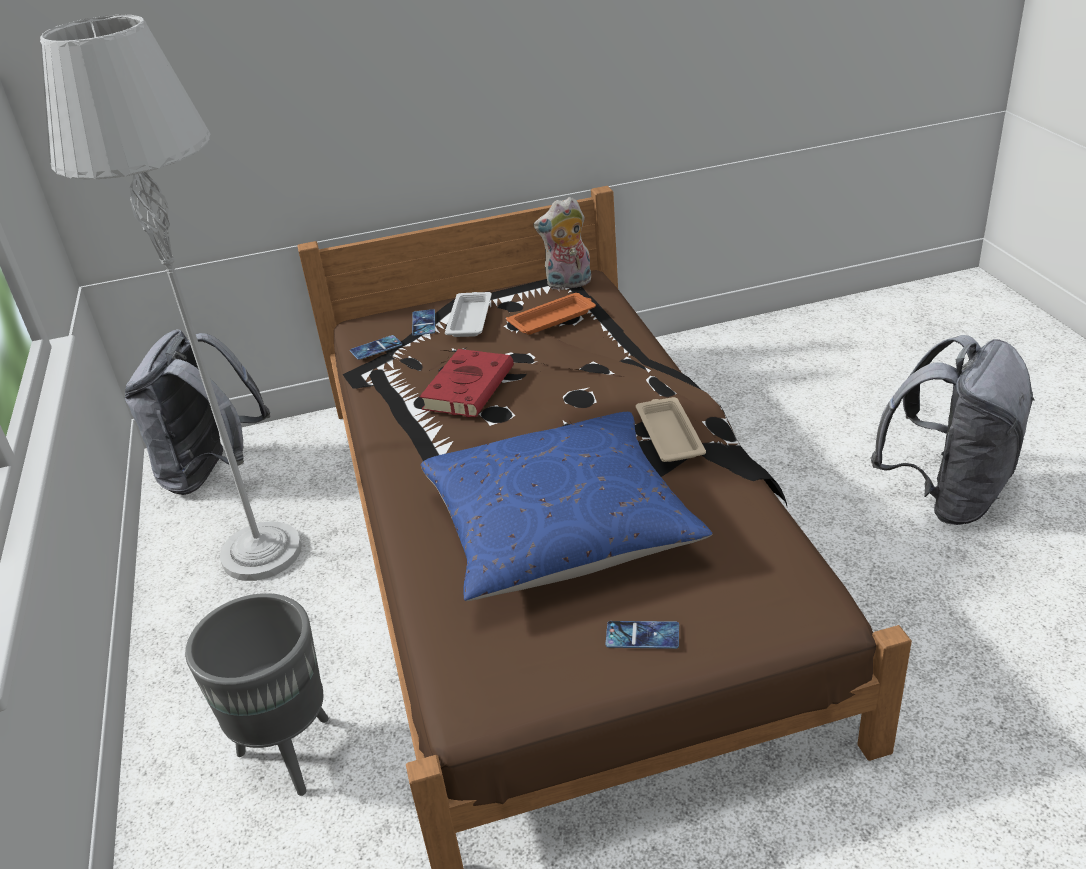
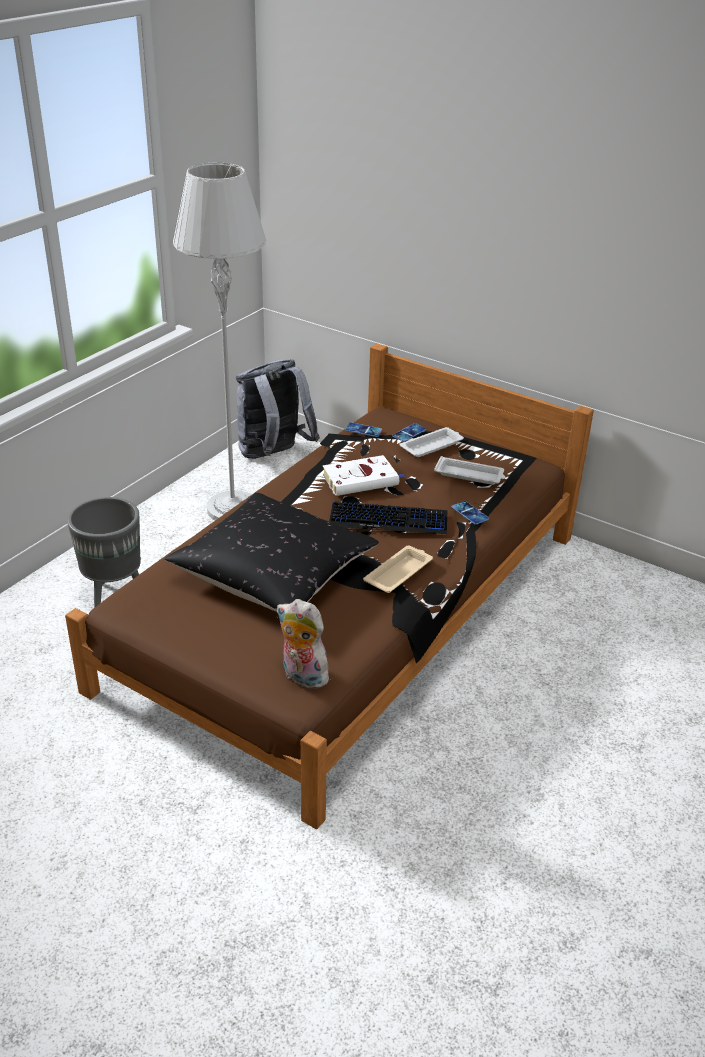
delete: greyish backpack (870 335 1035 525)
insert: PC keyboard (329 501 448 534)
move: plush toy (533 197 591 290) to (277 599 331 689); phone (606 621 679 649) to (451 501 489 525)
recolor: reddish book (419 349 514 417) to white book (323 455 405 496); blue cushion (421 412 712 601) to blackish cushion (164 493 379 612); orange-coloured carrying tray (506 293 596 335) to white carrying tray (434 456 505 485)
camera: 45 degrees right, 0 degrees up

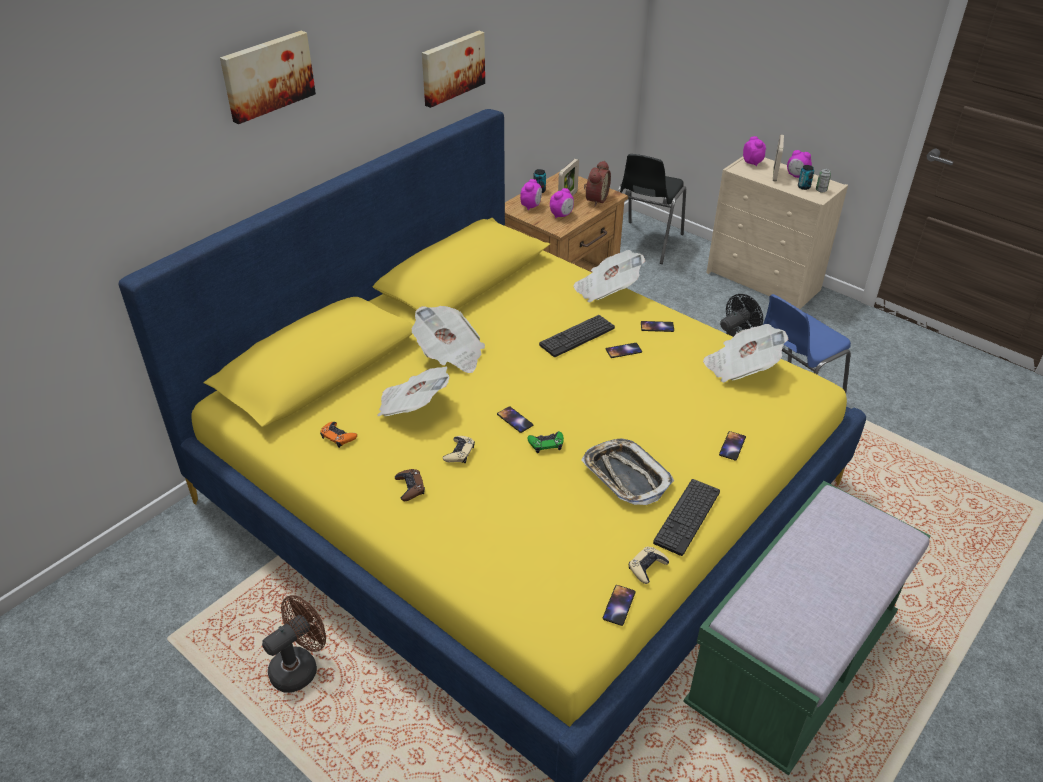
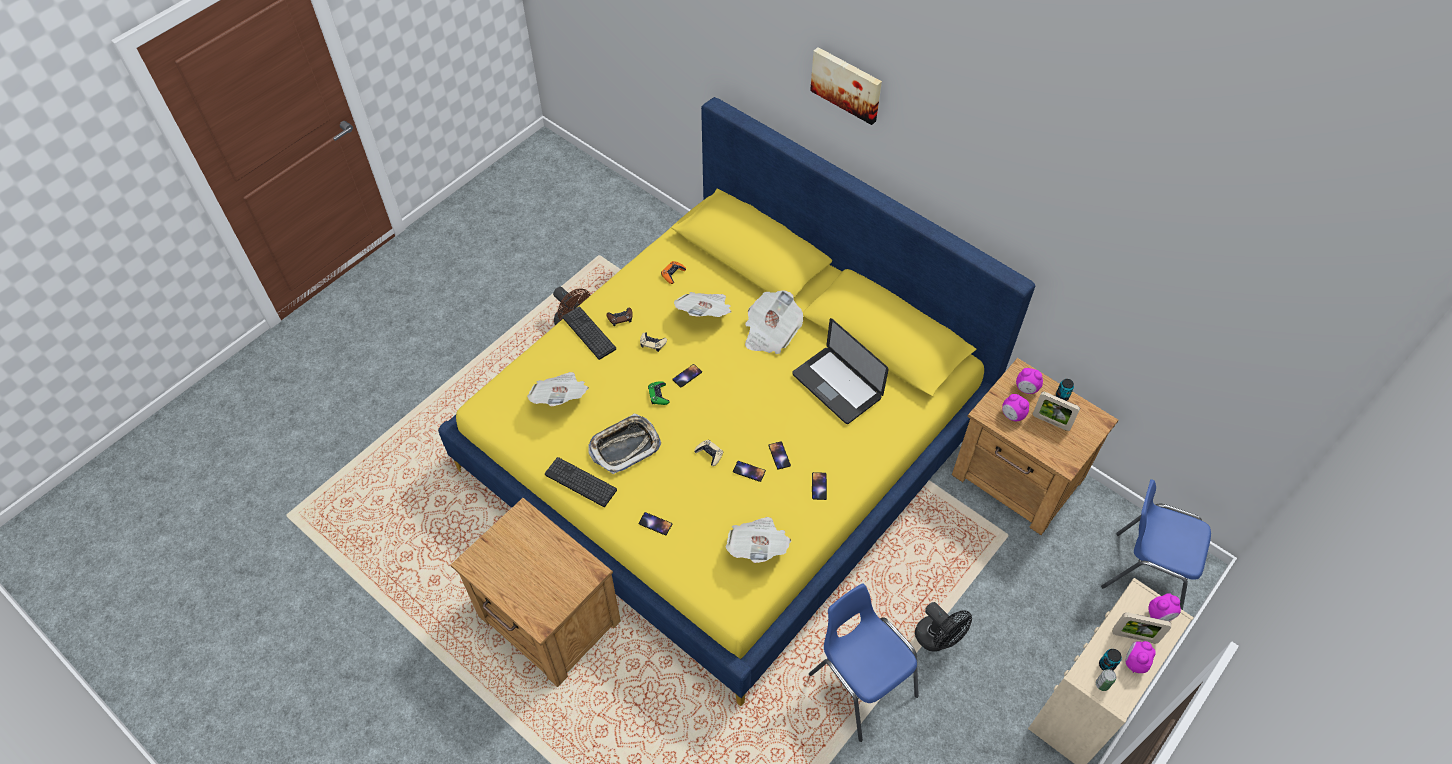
delete: wall art (422 31 485 108); bedside clock (584 160 611 207)
insert: notebook computer (792 318 889 424)
move: PC keyboard (539 315 615 357) to (562 307 616 360); newspaper (573 250 645 303) to (527 372 589 406); phone (603 585 636 626) to (733 461 766 482); beige gamepad (629 547 669 584) to (694 440 723 466)
replace: green-coloured indoor bench (683 481 930 775) to brown-coloured nightstand (451 498 621 687)
recolor: blackish upright chair (618 154 686 264) to blue upright chair (1101 479 1211 610)
camera: 90 degrees right, 15 degrees up

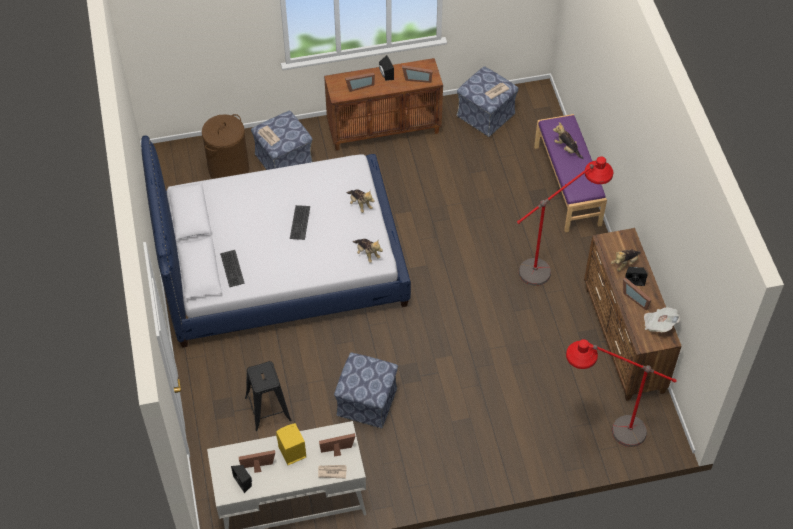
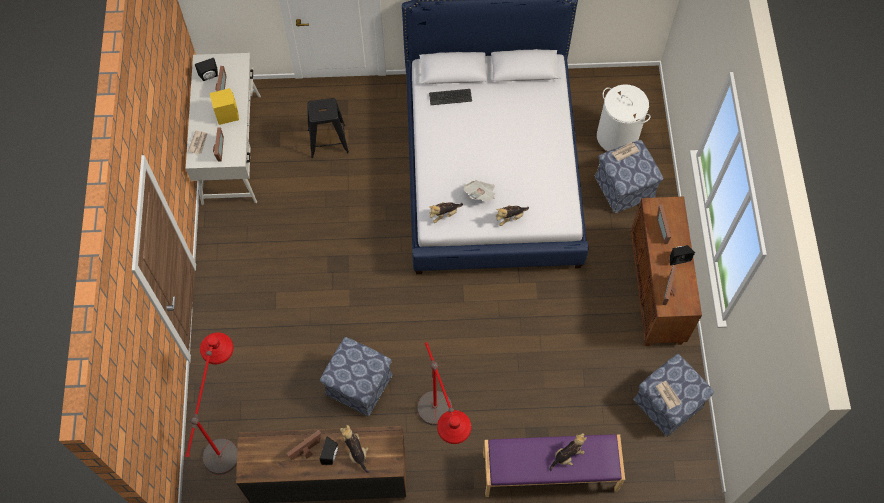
delete: PC keyboard (290 205 310 240)
move: ottoman (334 353 398 429) to (320 337 393 417); newspaper (644 307 680 332) to (464 180 495 201)
recolor: brown-coloured hamper (202 114 249 179) to white hamper (597 84 651 151)
camera: 100 degrees right, 10 degrees up

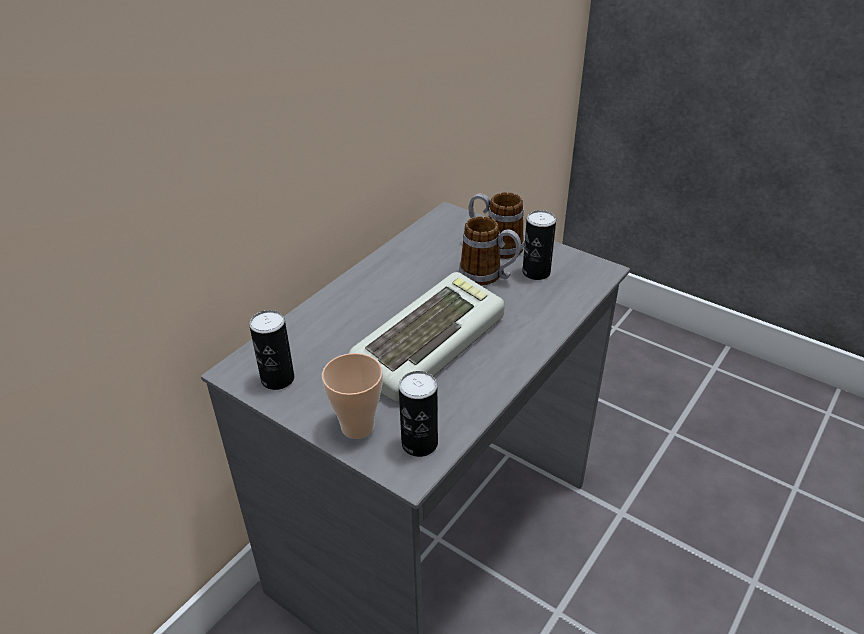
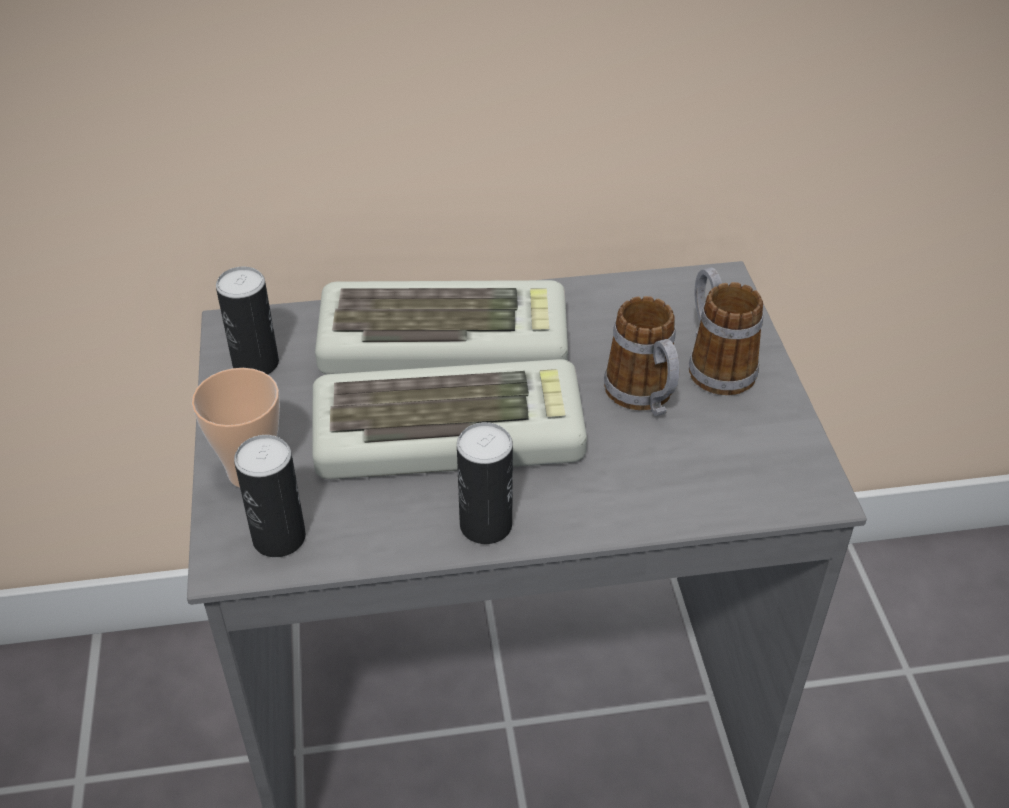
insert: PC keyboard (315 280 568 375)
move: metal can (522 210 556 280) to (457 422 513 544)
camera: 45 degrees right, 5 degrees up

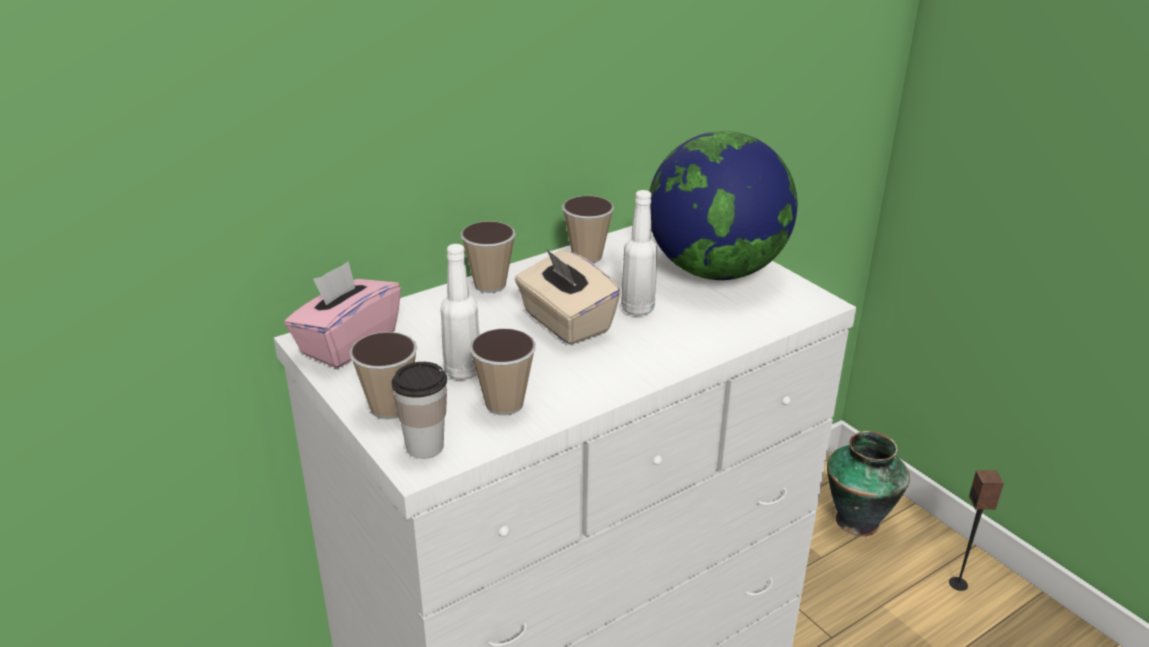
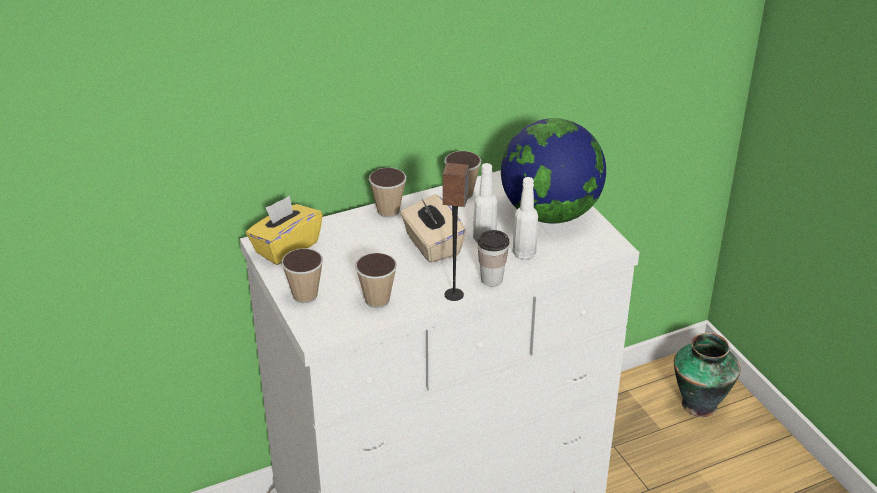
move: cup (391 362 447 459) to (477 230 509 286); white drink bottle (440 244 480 380) to (513 177 538 260); loudspeaker (949 470 1004 591) to (443 163 469 301)
recolor: pink-coloured tissue holder (284 261 401 368) to yellow tissue holder (246 195 323 265)
camera: 10 degrees right, 5 degrees up

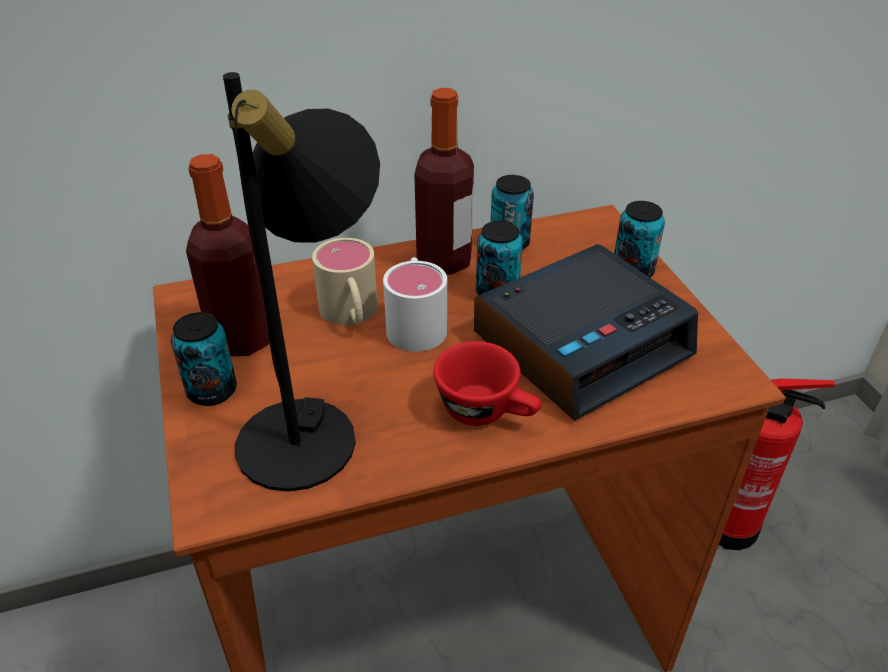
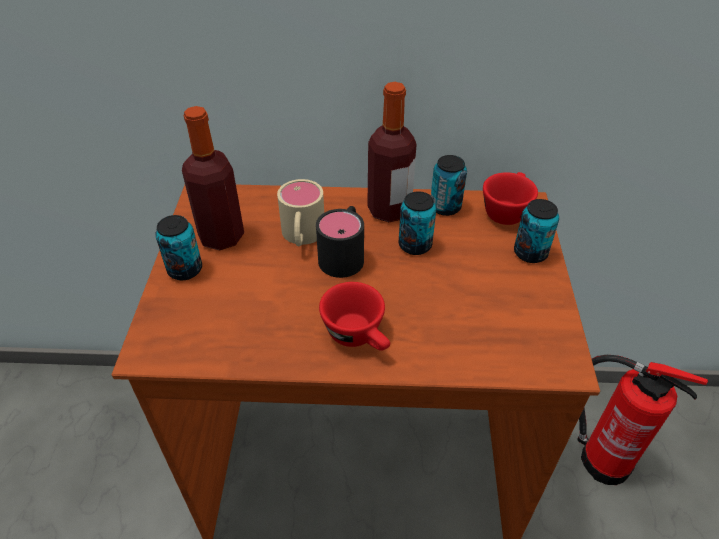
delete: blackish tabletop lamp (223 72 380 492); bedside clock (474 244 698 421)
insert: reddish cup (483 172 538 225)
recolor: white coffee mug (383 257 447 352) to blackish coffee mug (316 206 364 278)
camera: 20 degrees right, 5 degrees up

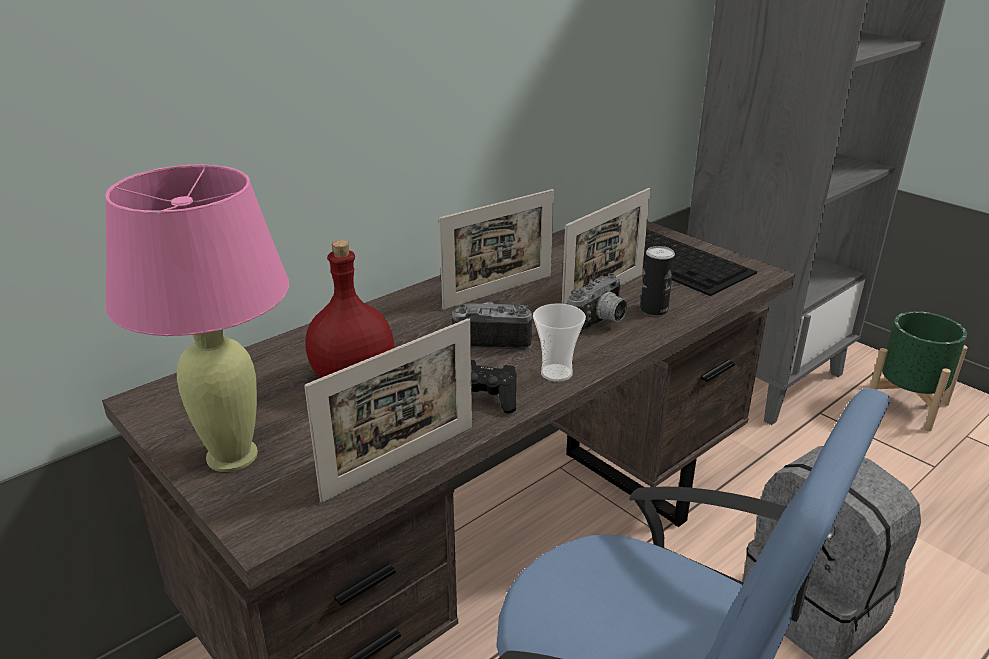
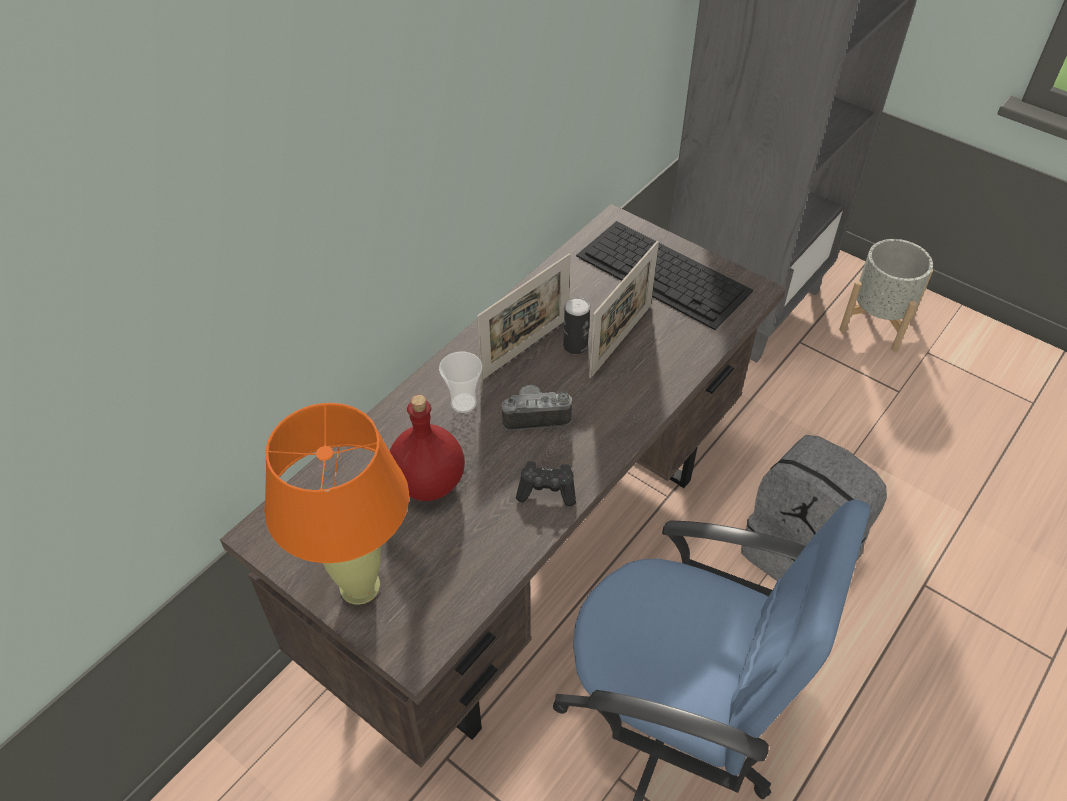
delete: photo frame (304 318 472 503); photo camera (568 273 628 335)
move: cup (533 303 586 382) to (439 352 482 413); metal can (640 246 675 316) to (563 297 590 354)
recolor: pink-coloured tabletop lamp (105 164 289 472) to orange-coloured tabletop lamp (264 403 409 605); green-coloured plant pot (870 311 968 432) to greyish plant pot (839 239 933 352)
camera: 10 degrees left, 20 degrees up

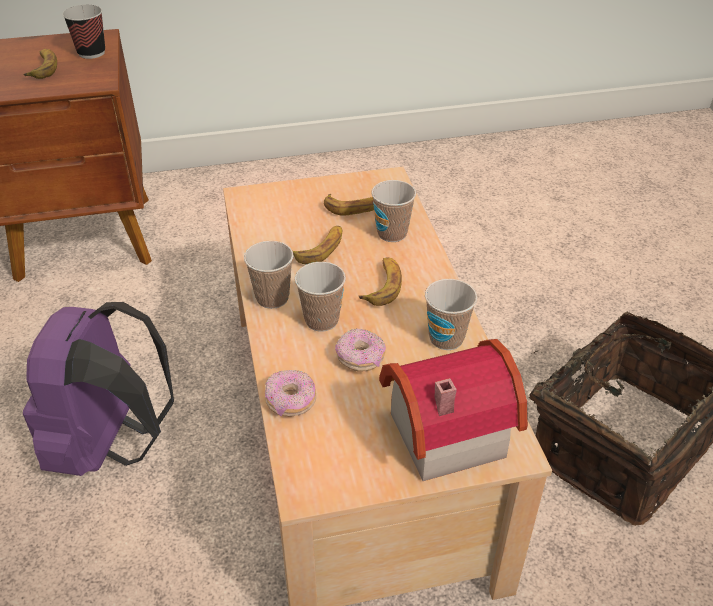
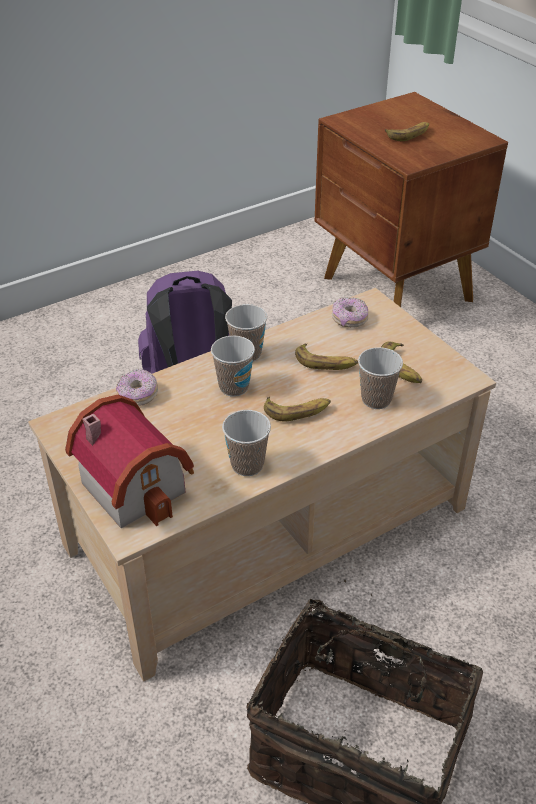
delete: cup (62 4 105 59)
move: ring doughnut (335 328 386 372) to (332 297 368 328)
camera: 70 degrees right, 0 degrees up

